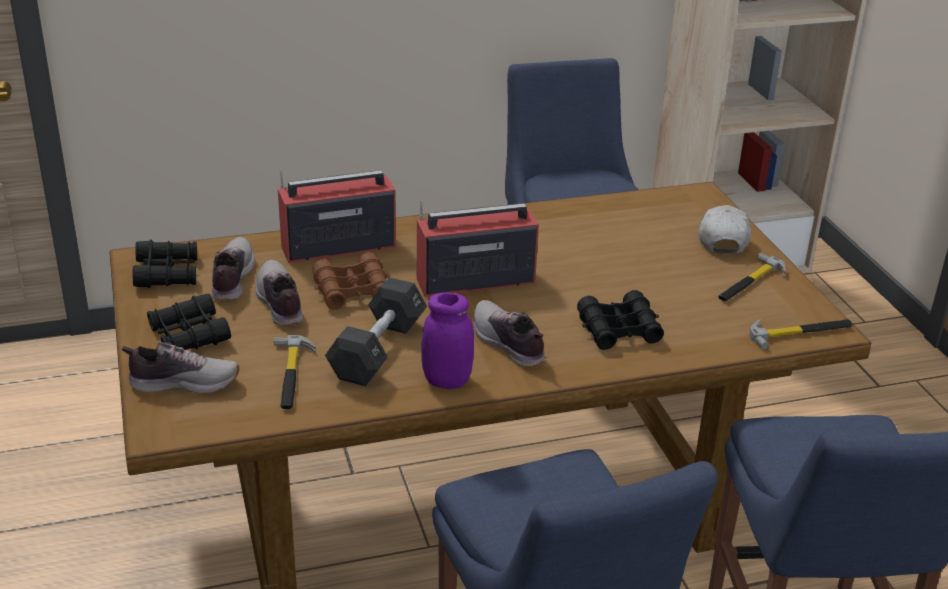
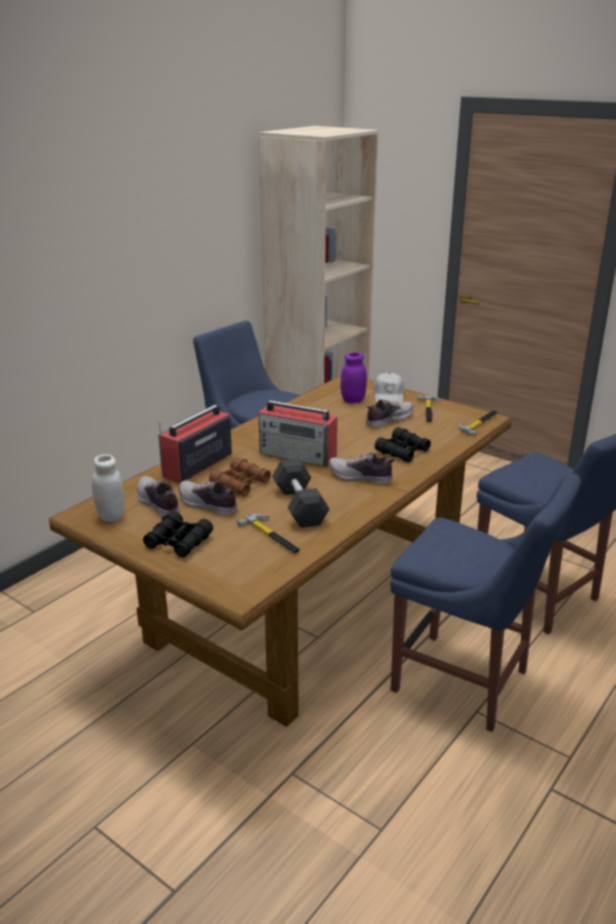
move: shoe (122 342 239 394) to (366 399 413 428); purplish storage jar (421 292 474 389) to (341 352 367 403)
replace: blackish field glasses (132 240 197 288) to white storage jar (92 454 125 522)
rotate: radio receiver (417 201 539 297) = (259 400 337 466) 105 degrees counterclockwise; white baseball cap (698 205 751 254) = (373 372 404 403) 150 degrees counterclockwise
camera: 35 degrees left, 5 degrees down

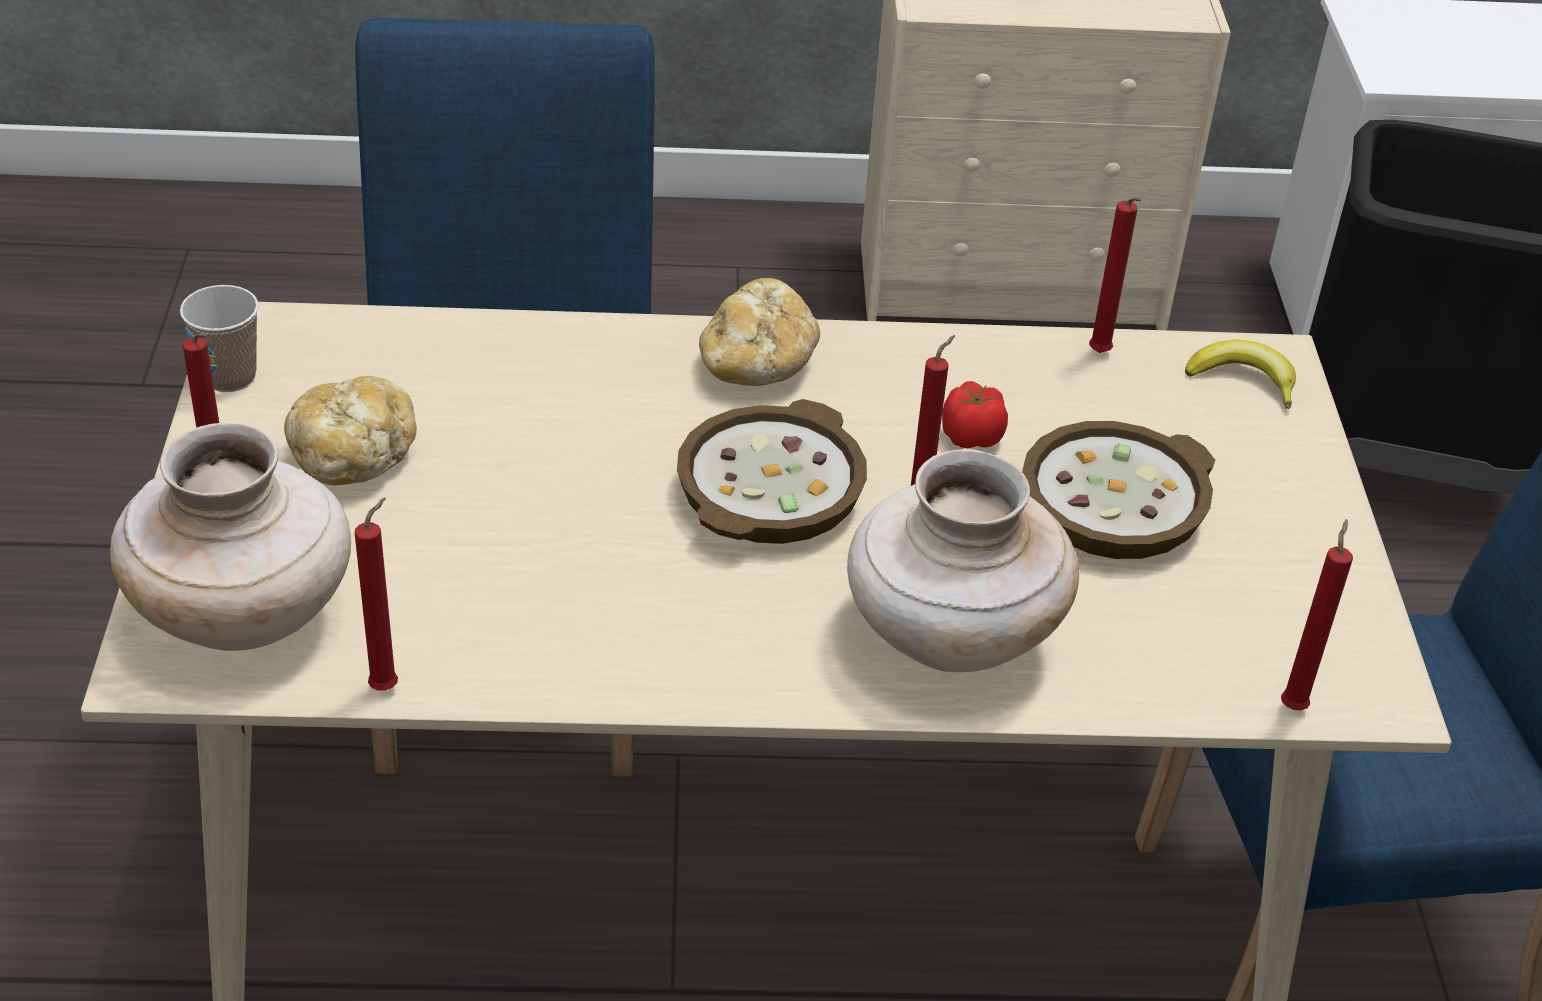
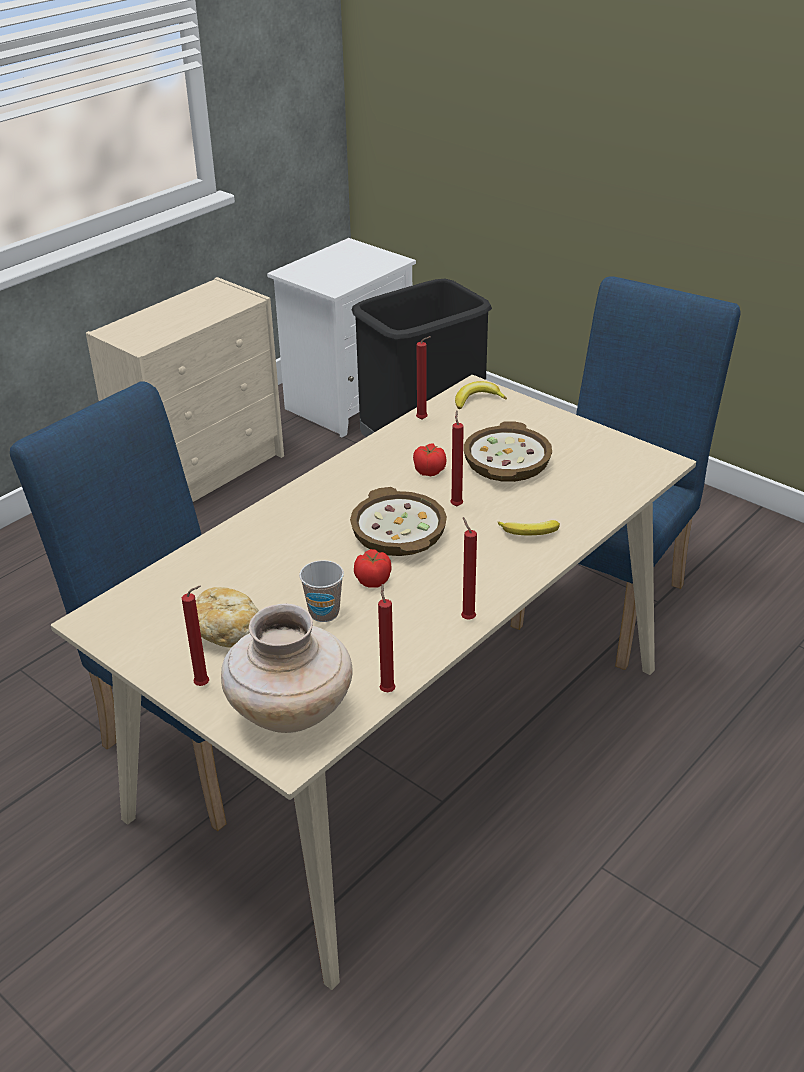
delete: baked bread (699 278 820 386)
insert: tomato (354 549 392 588)
move: cup (180 285 259 392) to (299 560 344 622); reddish wax light (1281 519 1353 711) to (461 517 477 620)
replace: beige decorative vase (847 449 1079 672) to banana (497 520 560 535)
camera: 45 degrees left, 5 degrees down

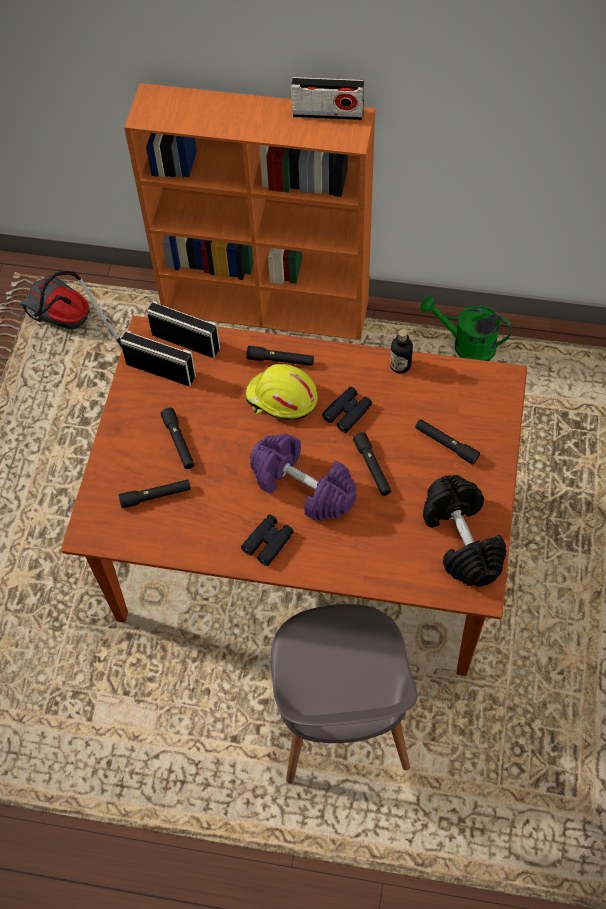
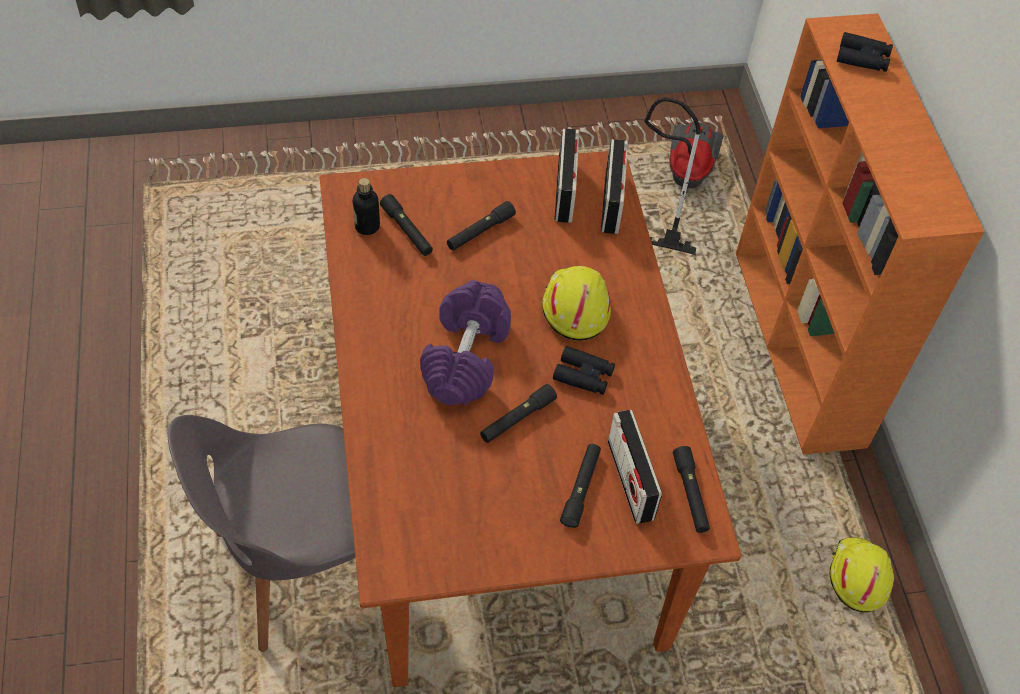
delete: blackish dumbbell (423 475 507 587)
move: blackish field glasses (241 514 294 566) to (837 32 893 72); blackish flashlight (246 346 314 366) to (673 446 710 533); radio receiver (291 77 364 120) to (608 410 662 524); drink bottle (390 329 413 374) to (353 178 380 235)
replace: green-coloured watering pot (420 296 512 361) to yellow safety helmet (829 537 894 612)
camera: 65 degrees right, 5 degrees down

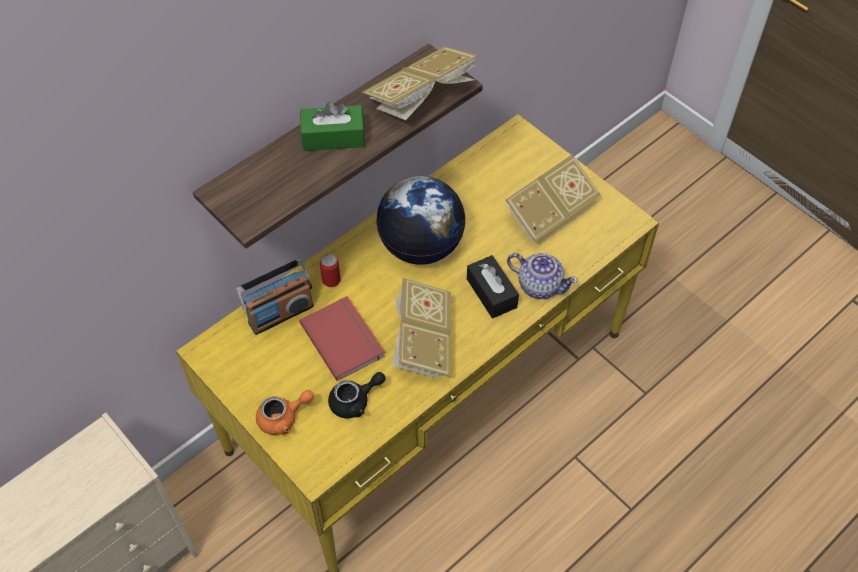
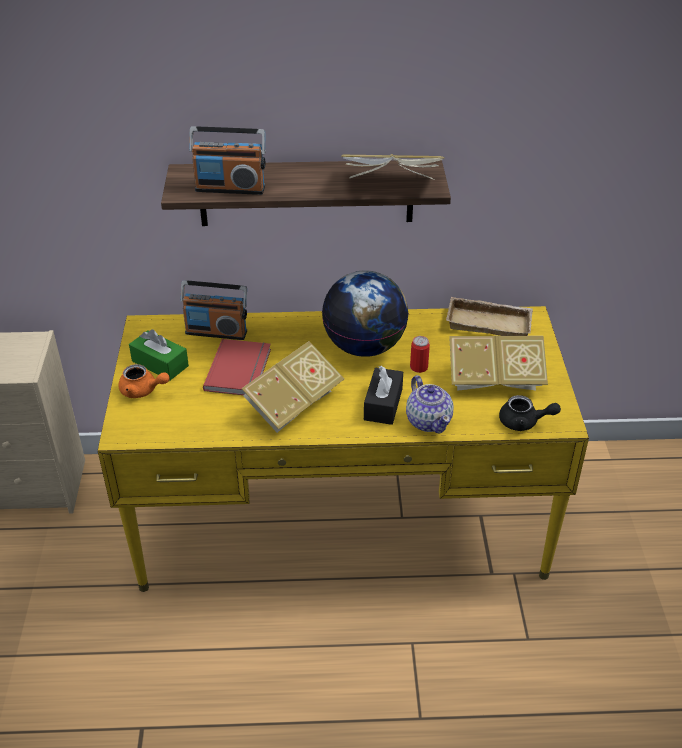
insert: radio receiver (189 126 266 195); beige carrying tray (446 297 533 336)
move: green-coloured tissue holder (300 102 365 151) to (129 329 189 380); metal can (320 253 341 287) to (410 336 430 373); blackish pot for tea (328 372 385 418) to (499 395 561 431)
camera: 40 degrees right, 15 degrees down

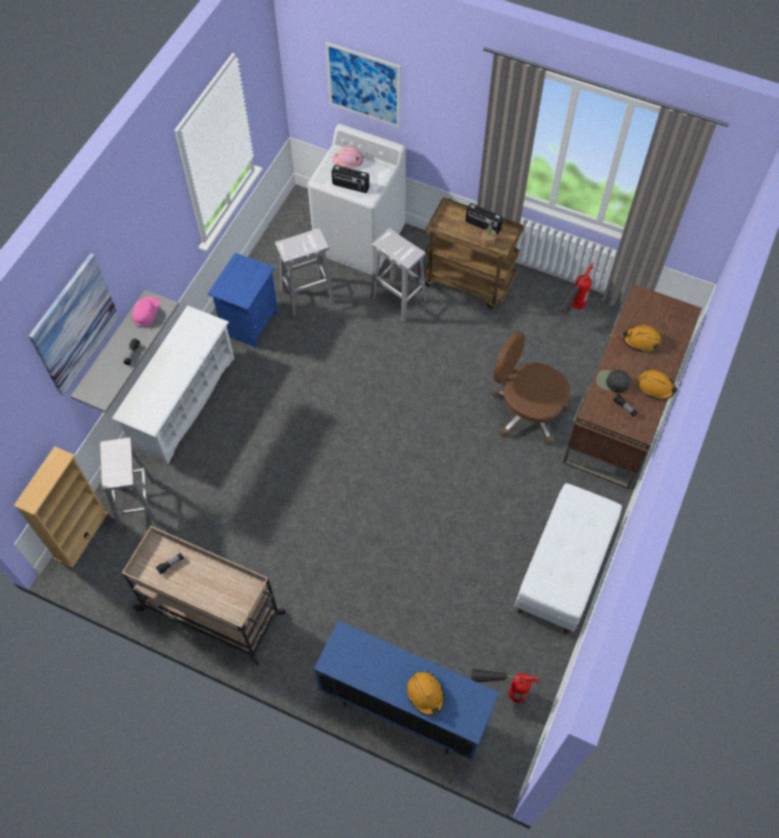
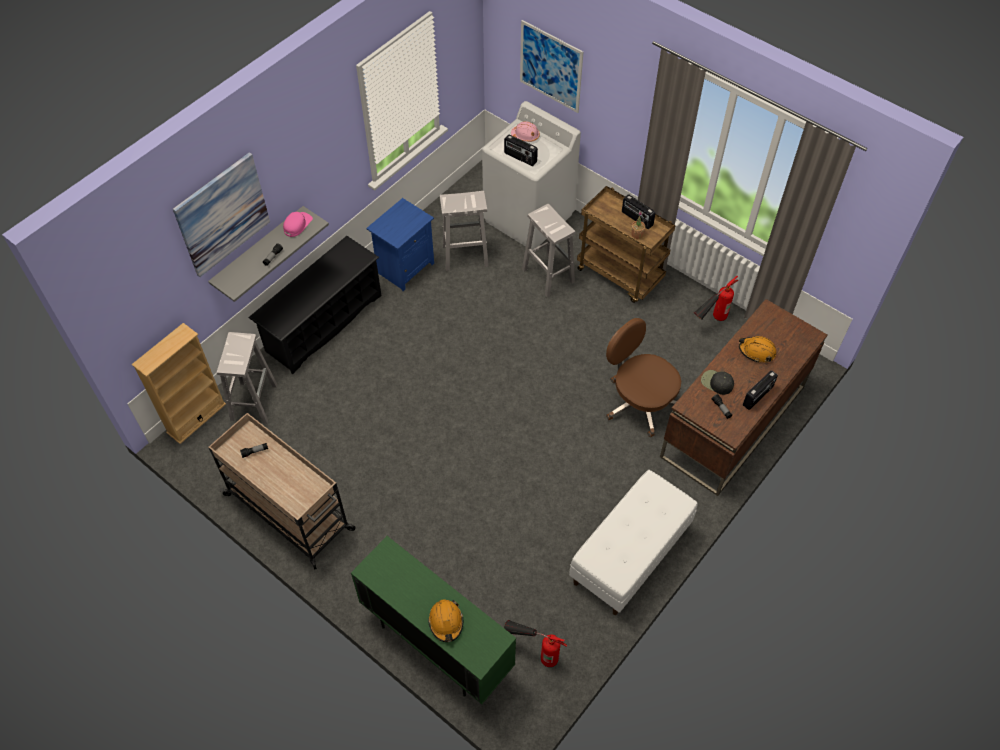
replace: orange-coloured safety helmet (637 368 678 400) to radio receiver (743 370 778 410)
recolor: white shoe stand (112 305 234 464) to blackish shoe stand (248 236 382 374); blue storage cabinet (314 620 499 760) to green-coloured storage cabinet (351 536 516 704)
camera: 15 degrees right, 5 degrees down

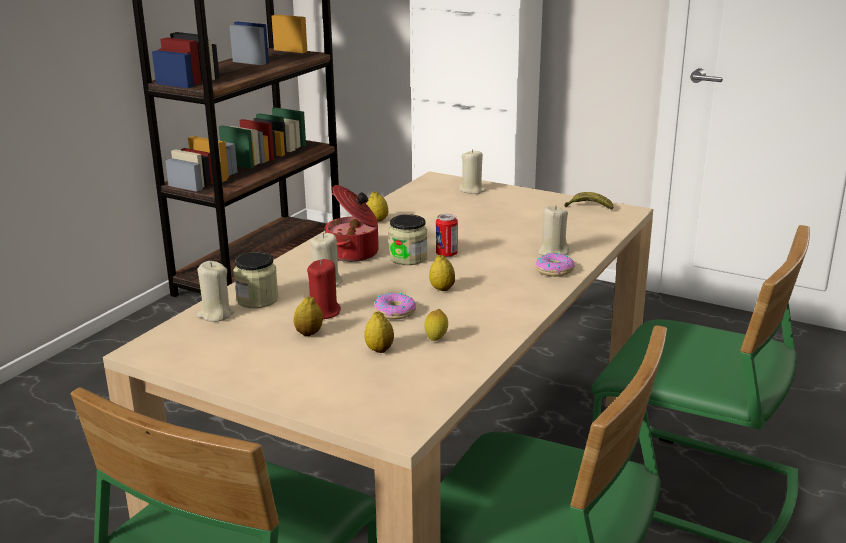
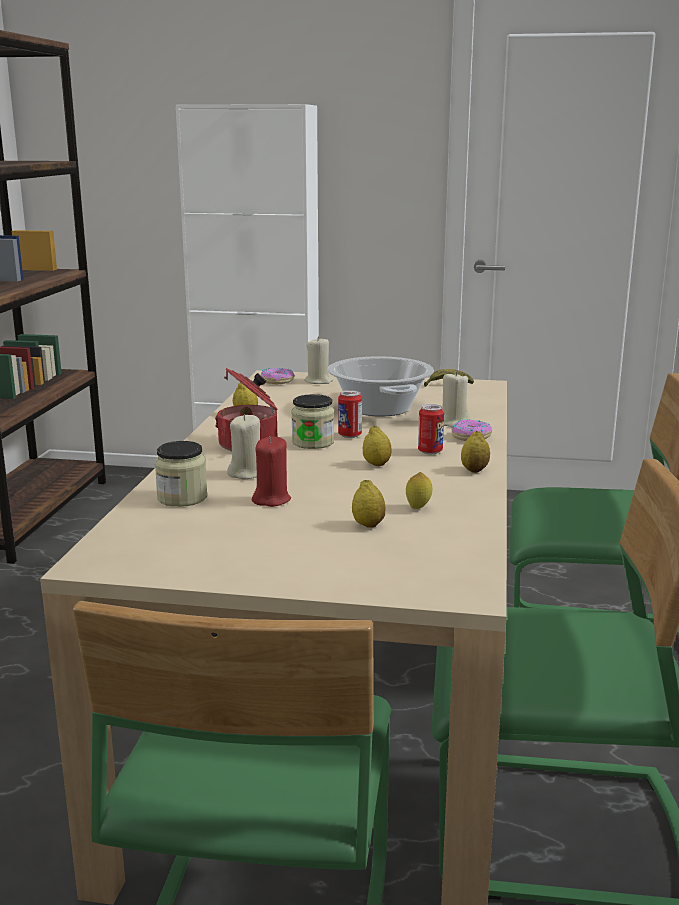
delete: beige wax light (197 261 235 322)
insert: cooking pot (328 356 434 417); metal can (418 404 444 454)
move: lemon (293 296 323 336) to (461 431 490 473); ring doughnut (374 293 416 320) to (261 368 295 384)
camera: 20 degrees left, 5 degrees down

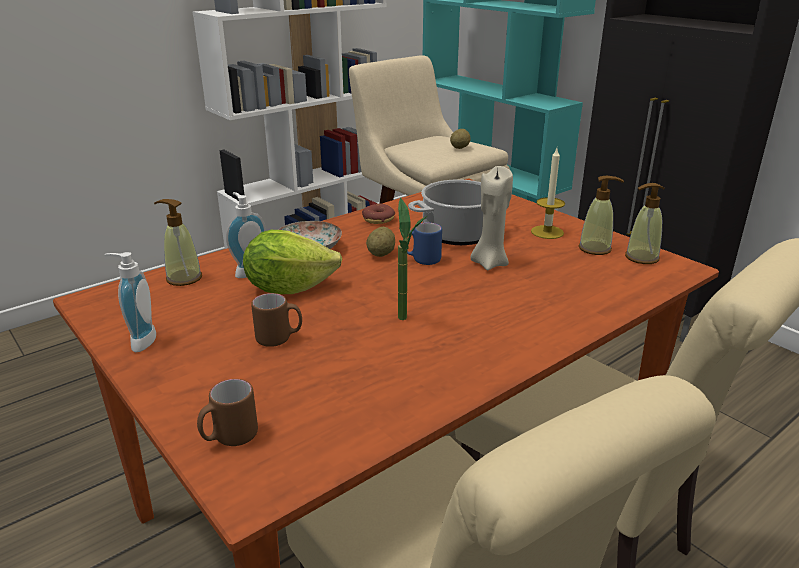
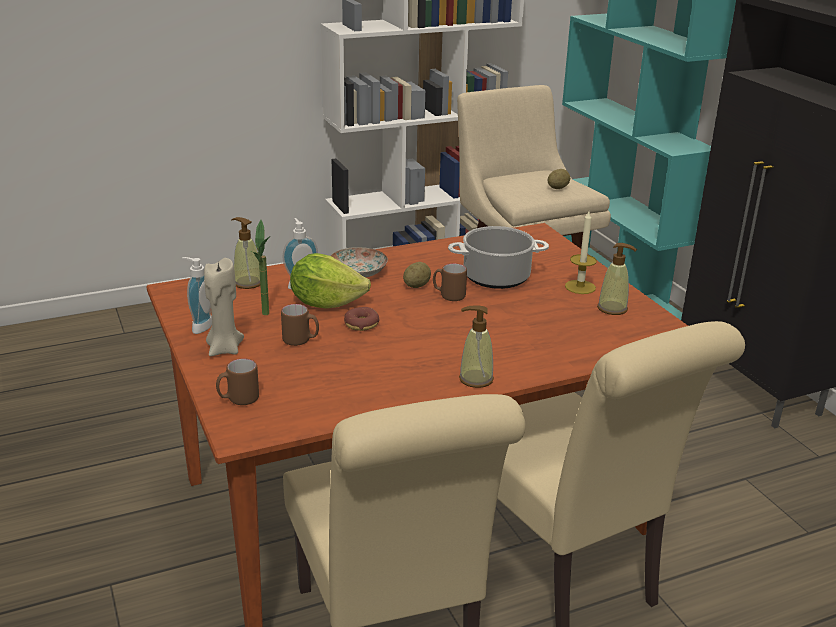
move: ring doughnut (362 204 395 224) to (344 307 379 331); potted plant (398 197 427 320) to (250 220 270 315); beige wax light (470 166 513 270) to (204 258 244 356); soap dispenser (625 183 665 264) to (459 306 494 388)
recolor: blue coffee mug (403 223 442 265) to brown-coloured coffee mug (433 263 467 301)
camera: 15 degrees right, 0 degrees up

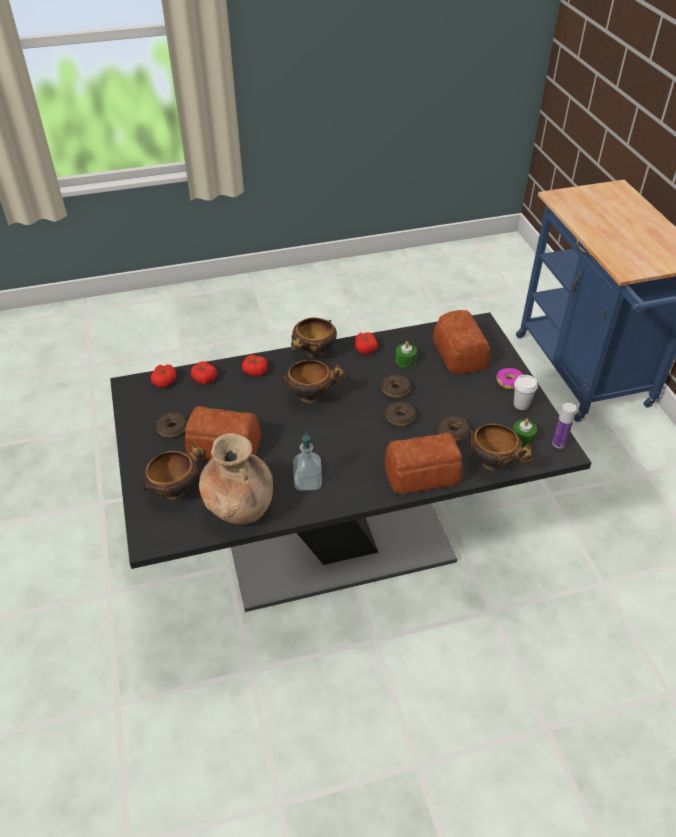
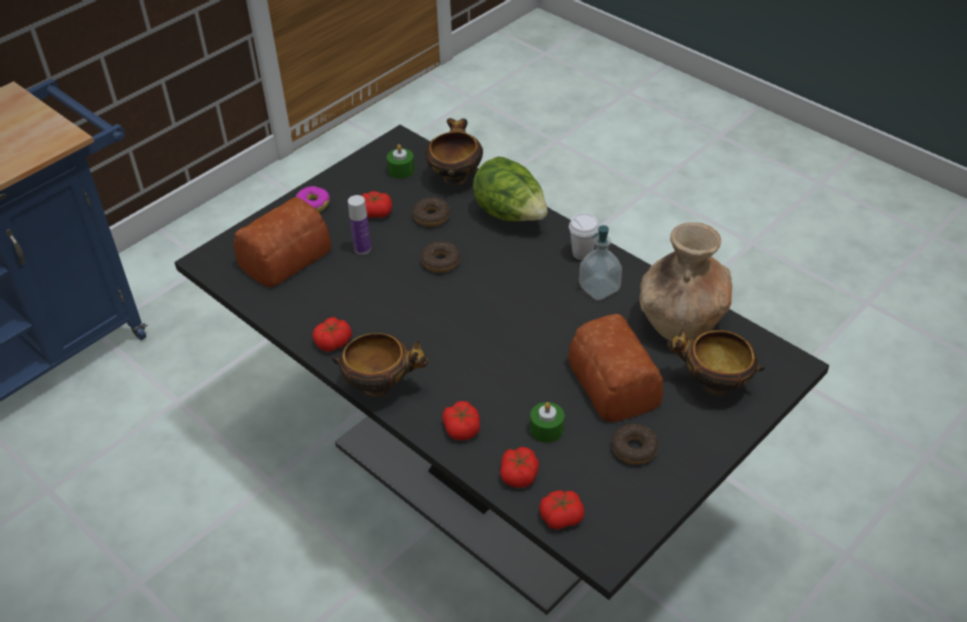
delete: serving bowl (280 360 346 403); ring doughnut (381 375 411 398)
insert: tomato (361 191 392 218)
move: green-coloured wax light (395 341 417 368) to (530 402 564 443); white cup (514 375 538 410) to (569 213 599 260); drink bottle (552 403 576 448) to (348 195 371 254)
replace: baked bread (384 432 463 494) to head of lettuce (473 157 548 221)
camera: 120 degrees left, 0 degrees up

